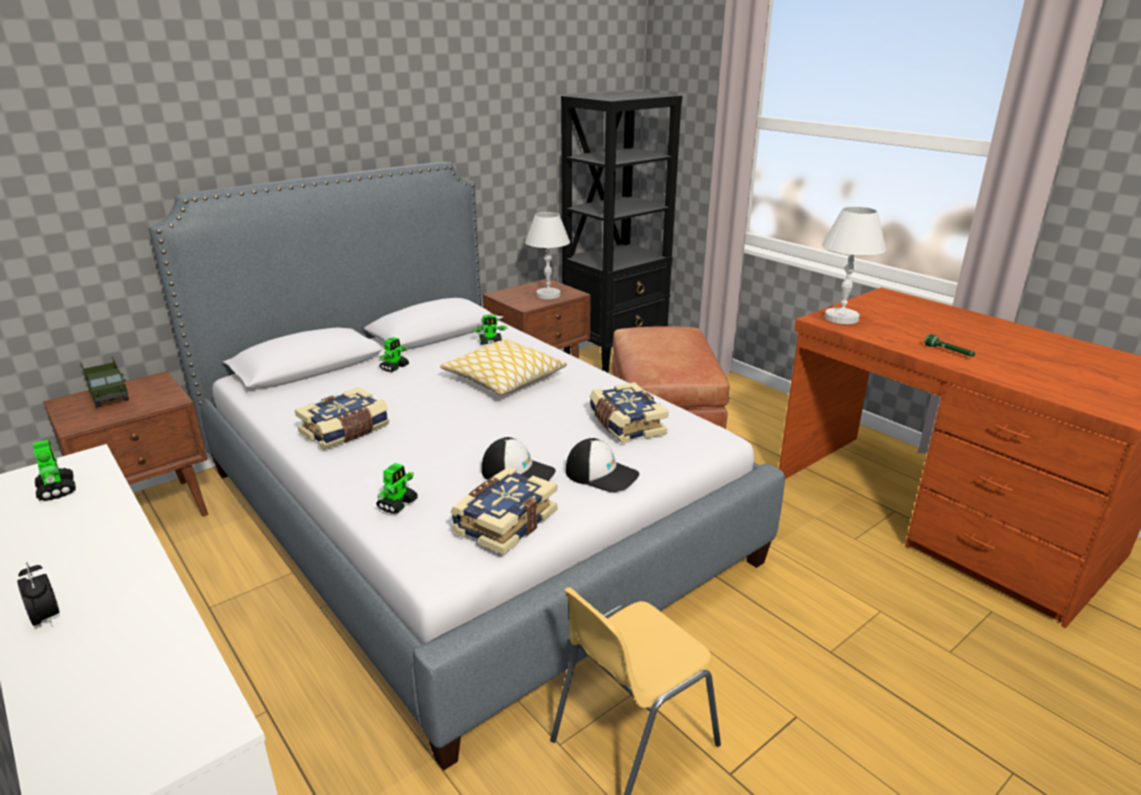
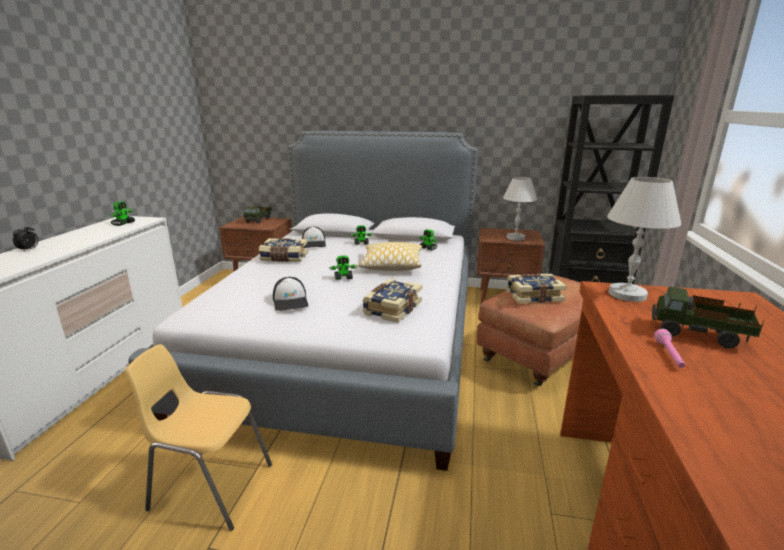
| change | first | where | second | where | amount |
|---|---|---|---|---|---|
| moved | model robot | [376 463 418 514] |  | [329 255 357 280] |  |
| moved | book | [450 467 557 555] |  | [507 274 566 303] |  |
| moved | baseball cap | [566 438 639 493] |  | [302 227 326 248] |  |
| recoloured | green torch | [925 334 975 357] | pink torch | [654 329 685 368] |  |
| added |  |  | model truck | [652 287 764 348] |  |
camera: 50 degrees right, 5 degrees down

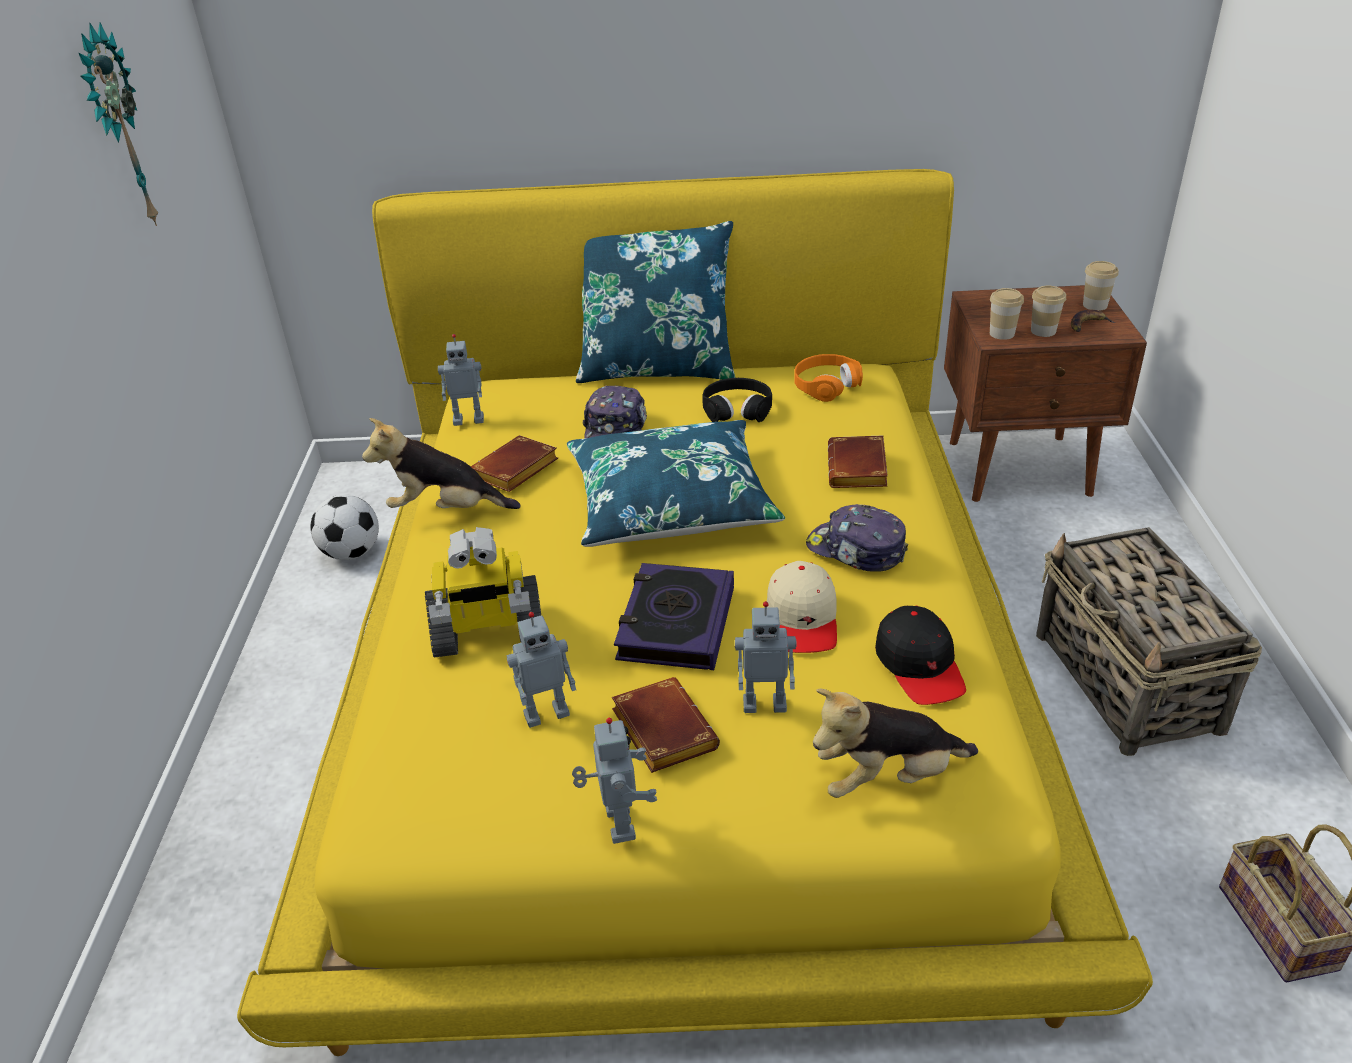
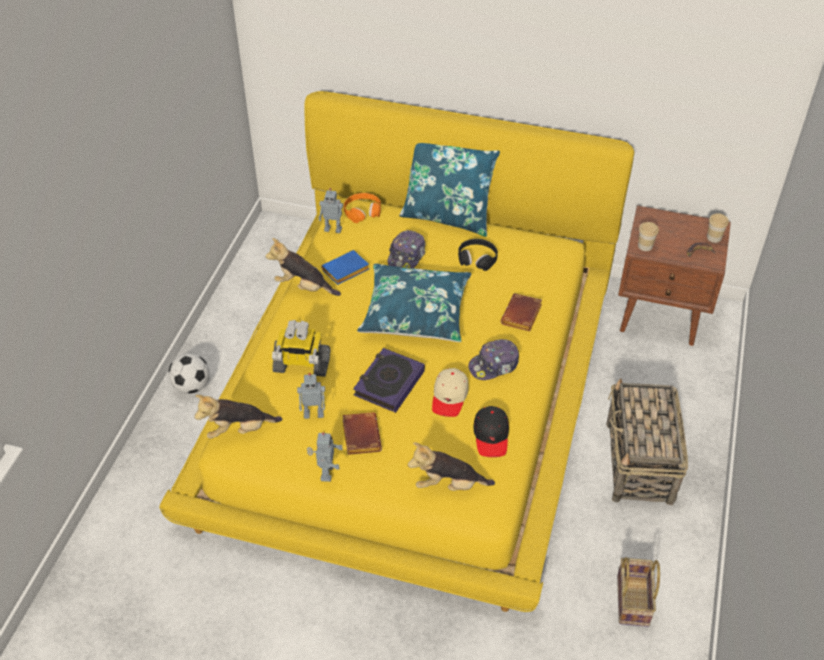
| change | first | where | second | where | amount |
|---|---|---|---|---|---|
| removed | hanging clock | [79 22 159 226] |  |  |  |
| moved | ball for football | [310 495 379 560] |  | [168 353 210 394] |  |
| recoloured | brownish book | [471 435 558 492] | blue-coloured book | [321 250 369 285] |  |
| removed | model robot | [735 601 797 713] |  |  |  |
| moved | orangey headset | [794 354 863 402] |  | [344 193 381 223] |  |
| turned | baseball cap | [806 504 908 572] |  | [468 339 519 380] | 75 degrees counterclockwise |
| removed | small cup | [1031 286 1066 337] |  |  |  |
| added |  |  | soft toy | [194 395 282 439] |  |
camera: 15 degrees right, 10 degrees up

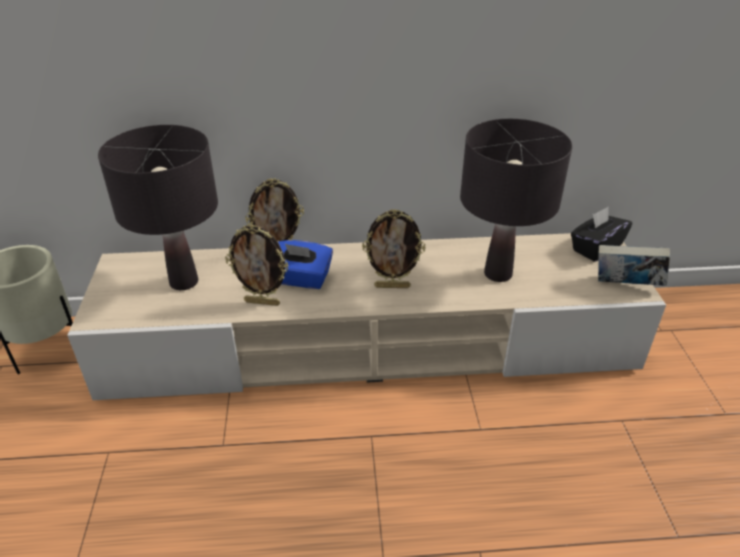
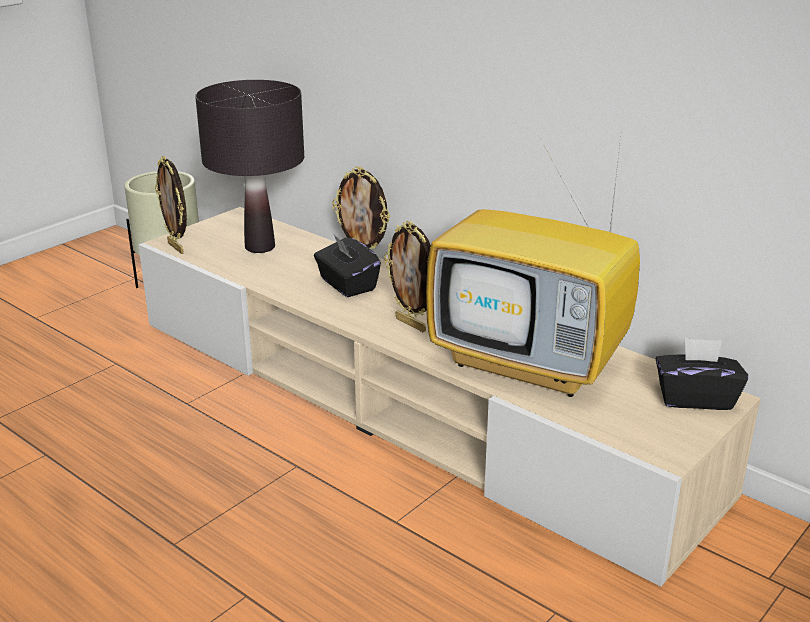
| change | first | where | second | where | amount |
|---|---|---|---|---|---|
| moved | photo frame | [225 224 289 306] |  | [155 156 187 254] |  |
| recoloured | blue-coloured tissue holder | [278 240 333 289] | black-coloured tissue holder | [314 235 381 297] |  |
| replaced | black-coloured lamp for a table | [460 119 572 282] | television | [426 129 640 397] |  |
| removed | book | [598 245 670 286] |  |  |  |
camera: 45 degrees right, 10 degrees down

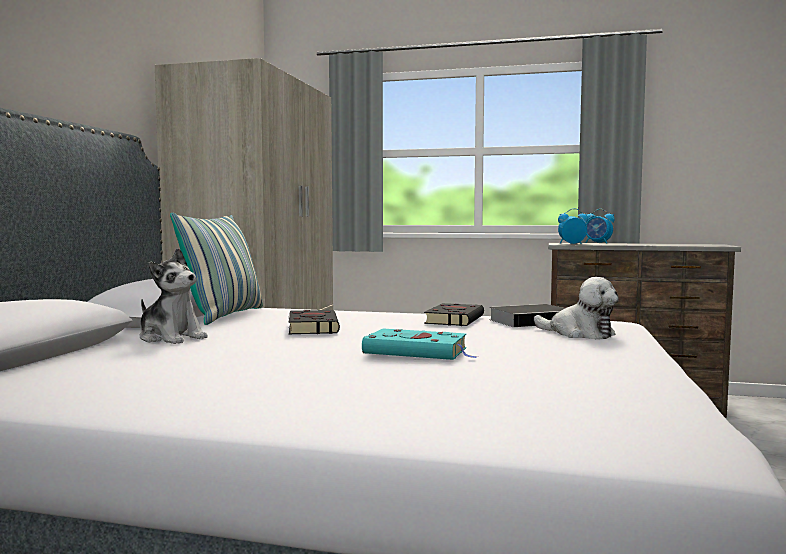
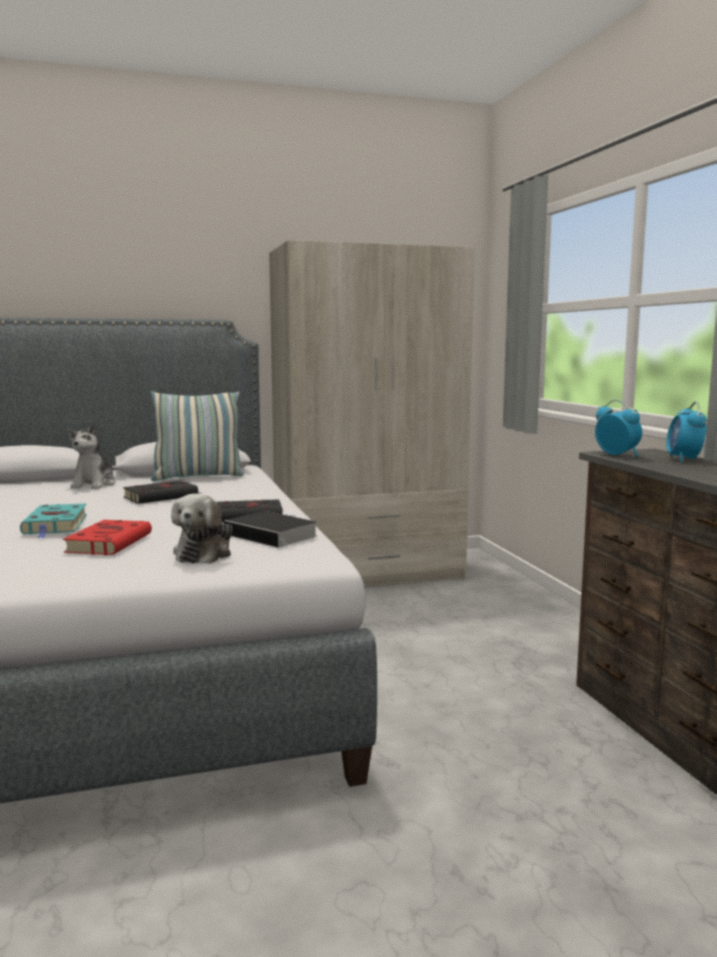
| change | first | where | second | where | amount |
|---|---|---|---|---|---|
| added |  |  | reddish book | [63 520 152 555] |  |
camera: 60 degrees right, 5 degrees up

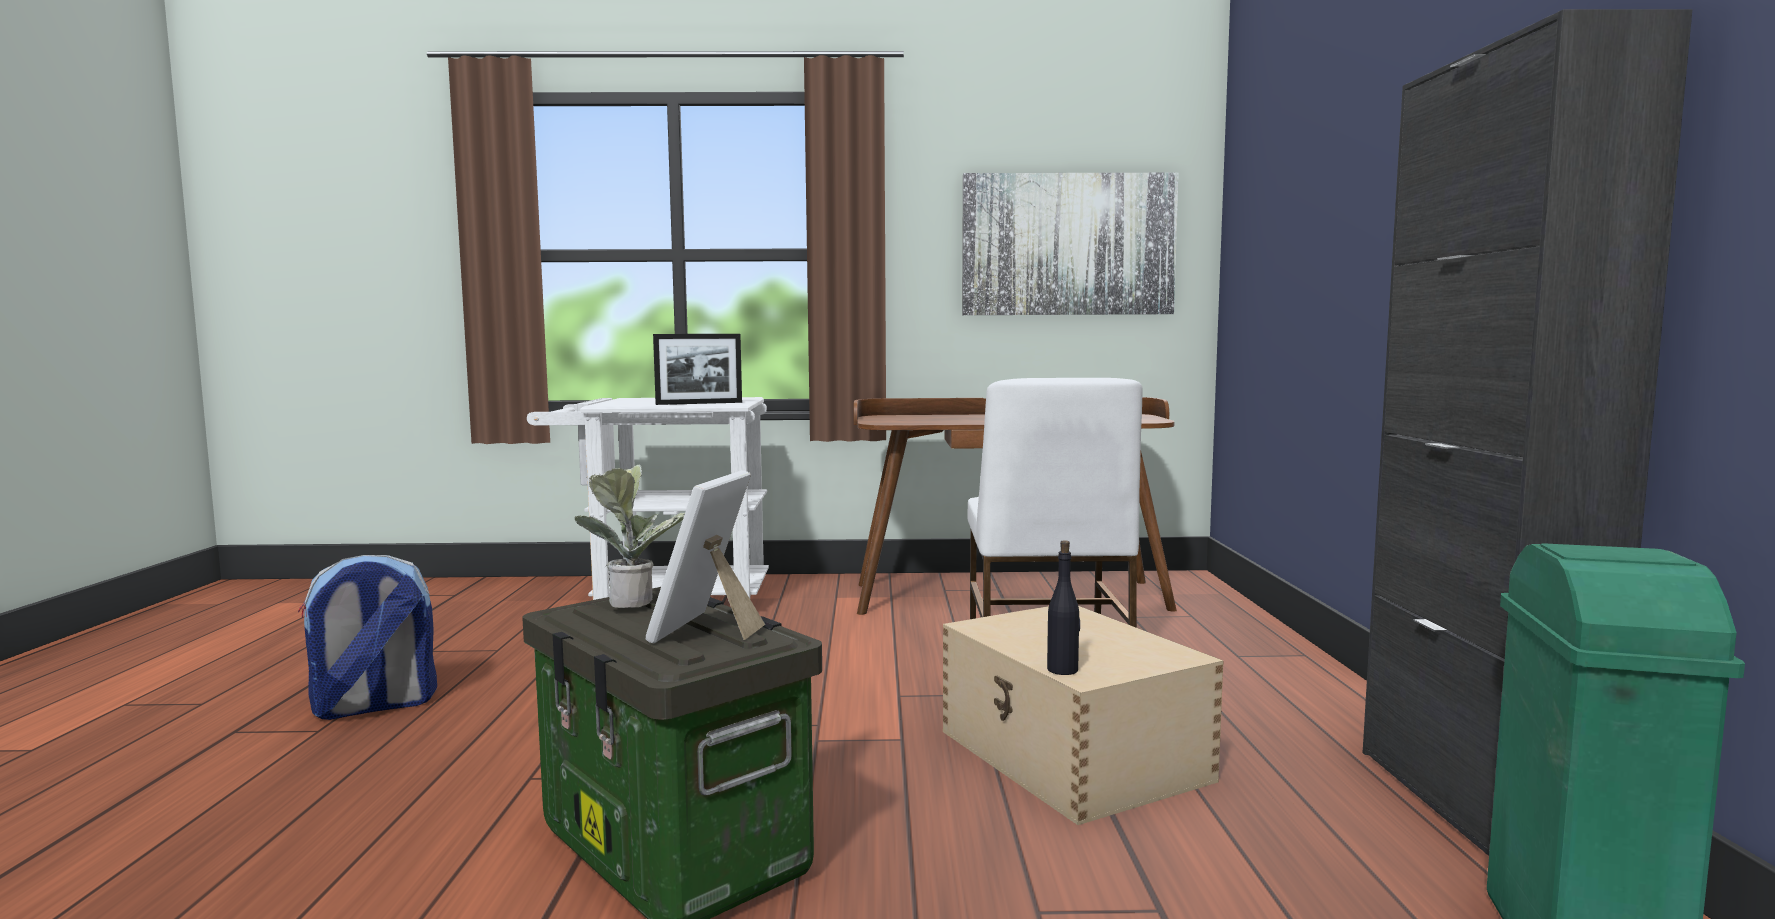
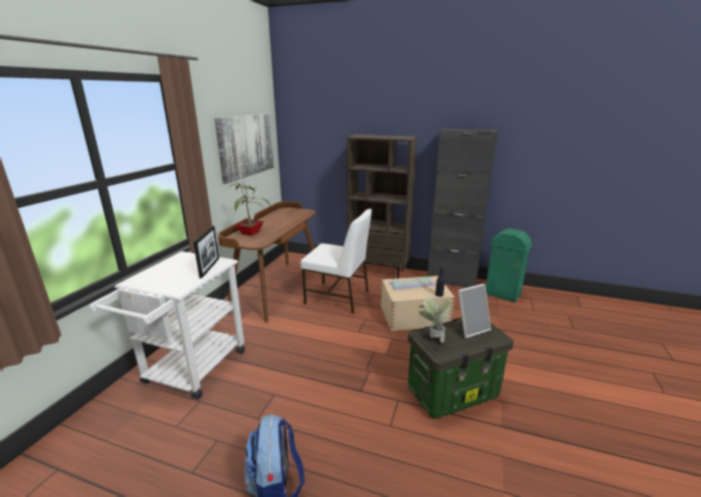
| change | first | where | second | where | amount |
|---|---|---|---|---|---|
| turned | photo frame | [646 470 765 644] |  | [456 284 491 338] | 60 degrees counterclockwise |
| added |  |  | potted plant | [229 182 269 236] |  |
| added |  |  | brownish bookshelf | [347 134 417 278] |  |
| added |  |  | keyboard | [389 277 436 290] |  |
camera: 70 degrees left, 15 degrees up

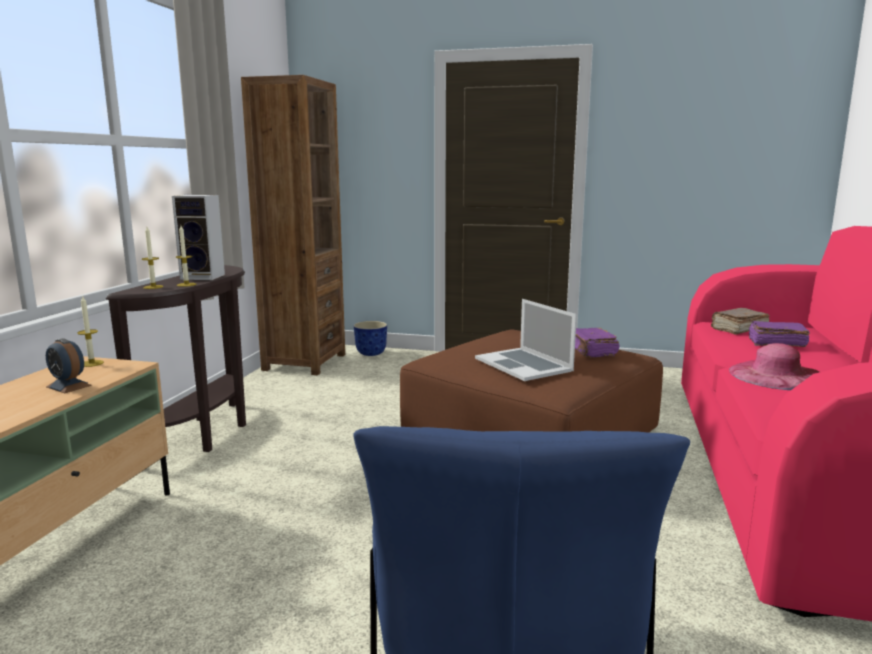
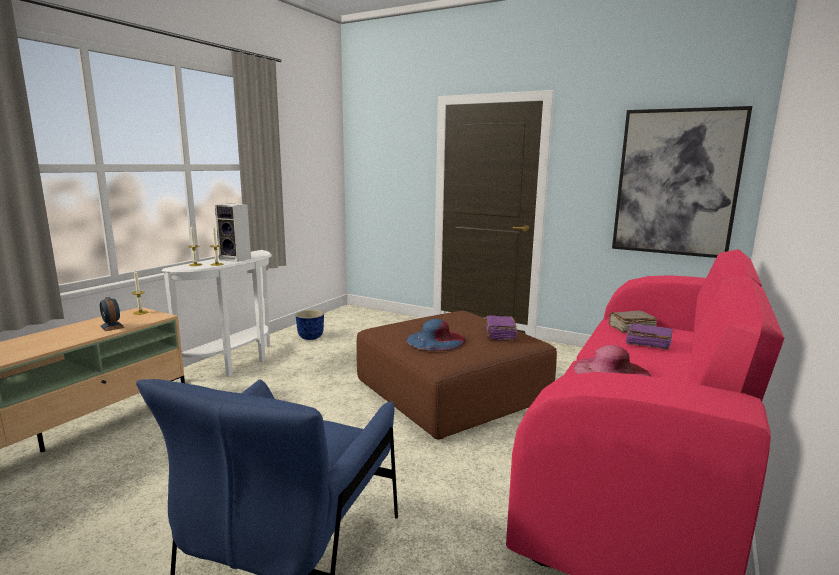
| change | first | where | second | where | amount |
|---|---|---|---|---|---|
| recoloured | brownish console table | [106 265 246 452] | white console table | [162 250 272 383] |  |
| removed | brownish bookshelf | [241 75 345 375] |  |  |  |
| moved | flower pot | [354 321 387 356] |  | [295 310 324 340] |  |
| replaced | portable computer | [475 299 577 381] | blue-coloured clothing hat | [407 319 466 351] |  |
| added |  |  | wall art | [612 106 752 258] |  |
camera: 15 degrees right, 0 degrees up

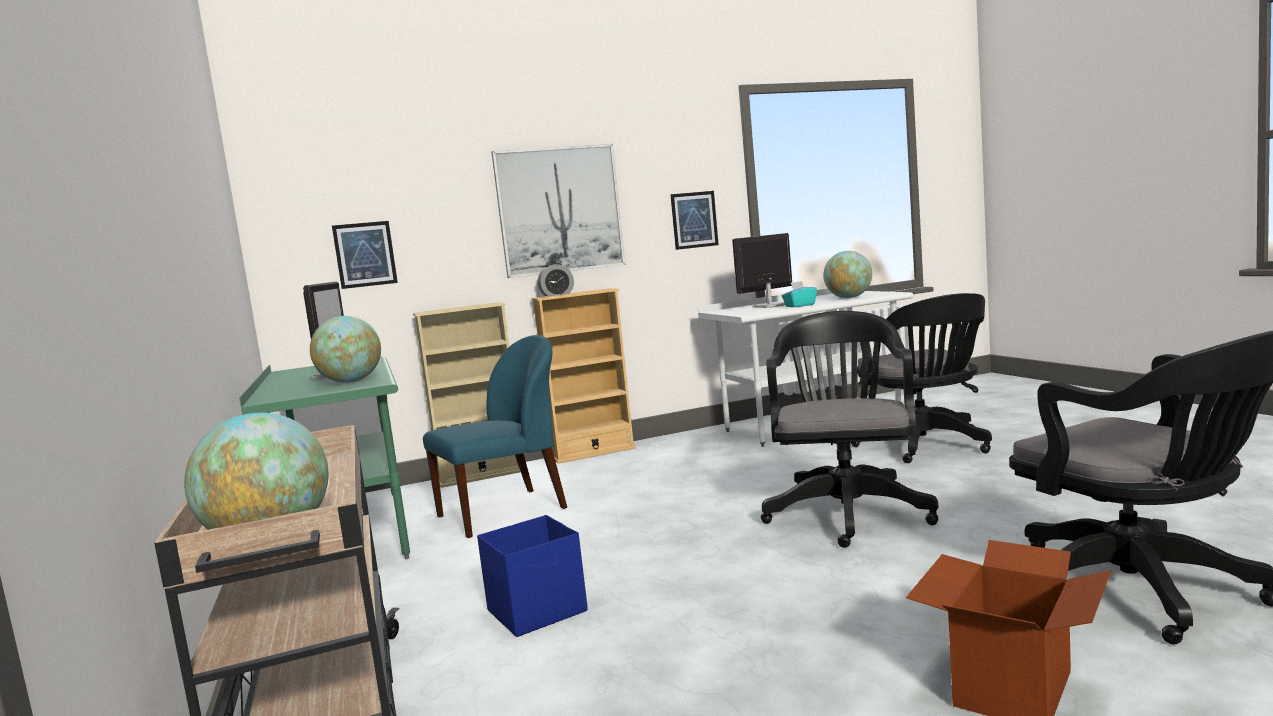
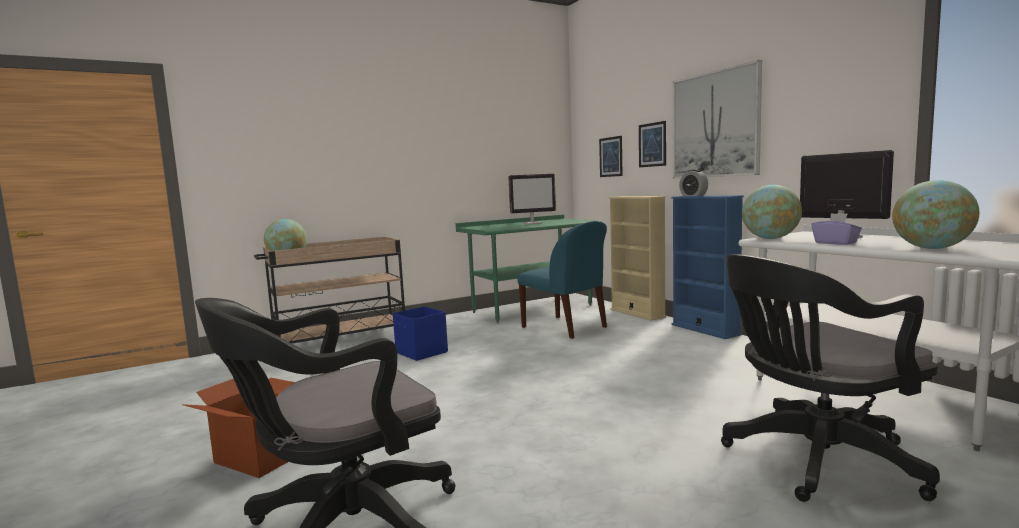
| change | first | where | second | where | amount |
|---|---|---|---|---|---|
| moved | world globe | [310 316 381 383] |  | [742 185 802 239] |  |
| recoloured | beige-coloured bookshelf | [532 288 636 464] | blue-coloured bookshelf | [671 195 744 339] |  |
| moved | wall art | [671 191 719 250] |  | [639 121 666 167] |  |
| removed | black-coloured office chair | [761 311 938 548] |  |  |  |
| recoloured | turquoise-coloured tissue holder | [782 281 817 307] | purple tissue holder | [811 213 862 245] |  |
camera: 80 degrees right, 0 degrees up

